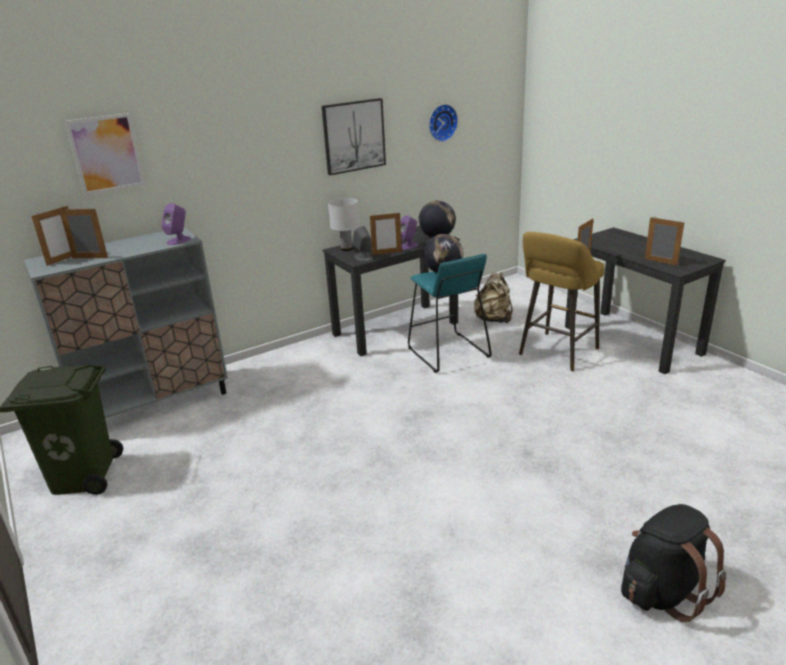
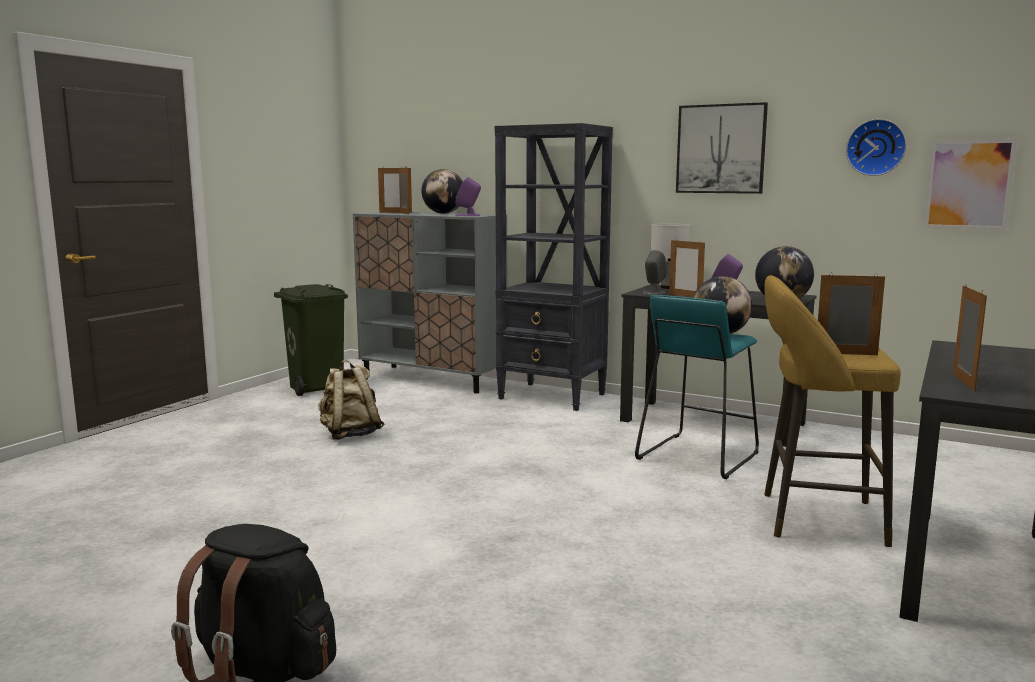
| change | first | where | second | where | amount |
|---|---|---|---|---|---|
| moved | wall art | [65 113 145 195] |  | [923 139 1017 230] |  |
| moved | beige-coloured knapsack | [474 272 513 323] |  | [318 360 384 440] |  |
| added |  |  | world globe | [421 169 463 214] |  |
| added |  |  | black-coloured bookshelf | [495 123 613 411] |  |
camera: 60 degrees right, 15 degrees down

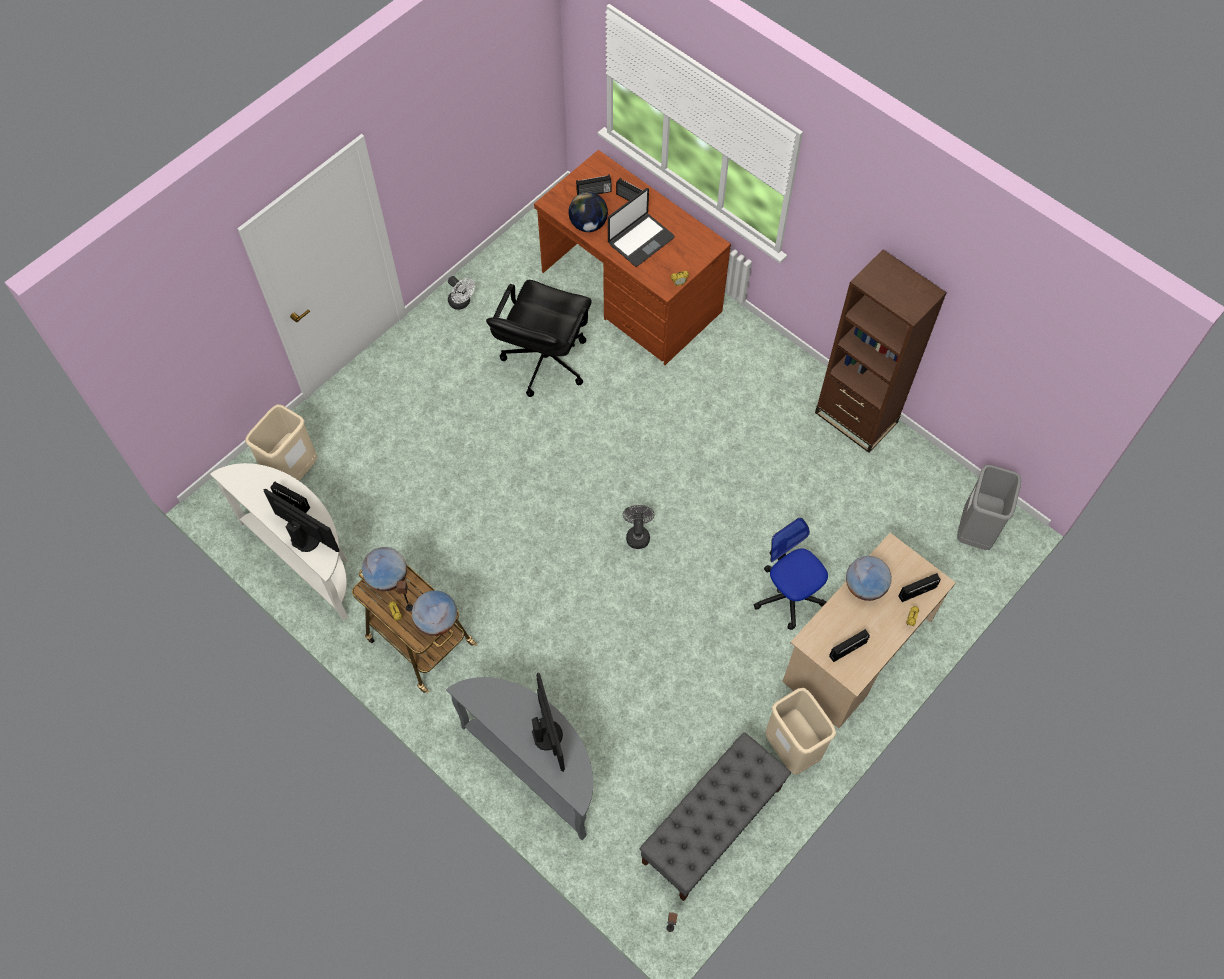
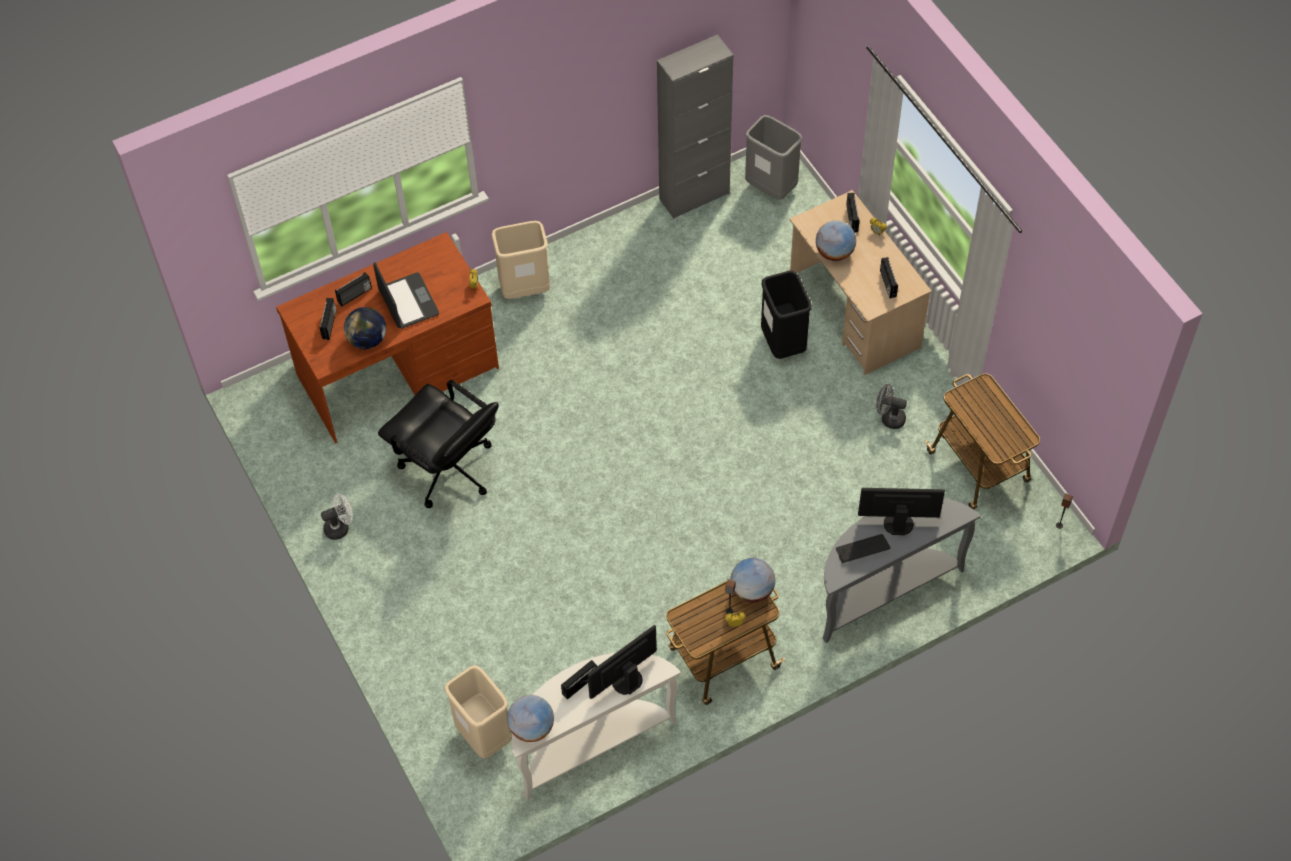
| change | first | where | second | where | amount |
|---|---|---|---|---|---|
| moved | world globe | [362 547 407 591] |  | [507 695 554 742] |  |
| moved | grey cooling fan | [623 505 655 549] |  | [876 384 907 429] |  |
| replaced | grey long seat | [640 732 791 901] | wheeled cart | [926 374 1040 510] |  |
| replaced | office chair | [754 518 828 630] | black-coloured rubbish bin | [761 271 812 359] |  |
| moved | beige-coloured rubbish bin | [765 688 836 775] |  | [491 221 550 299] |  |
| removed | brownish bookshelf | [815 250 947 453] |  |  |  |
| added |  |  | grey cupboard | [657 34 733 219] |  |
| added |  |  | keyboard | [836 534 890 563] |  |
camera: 70 degrees left, 5 degrees down

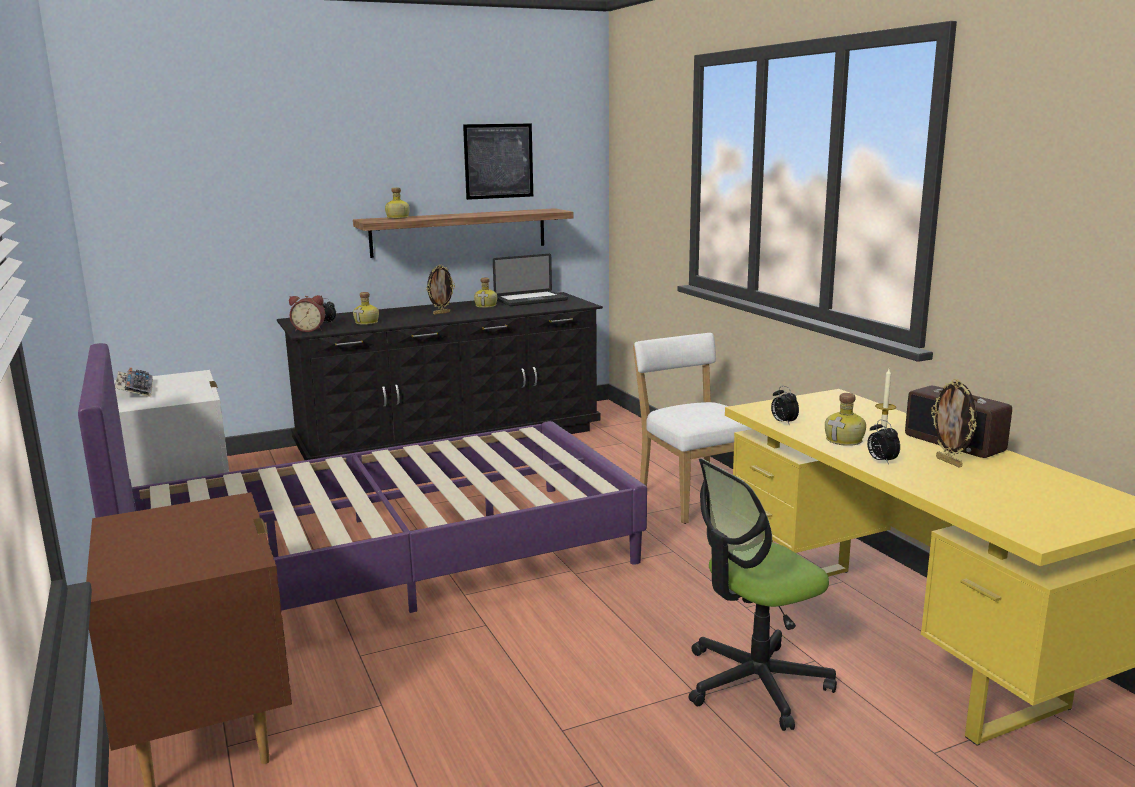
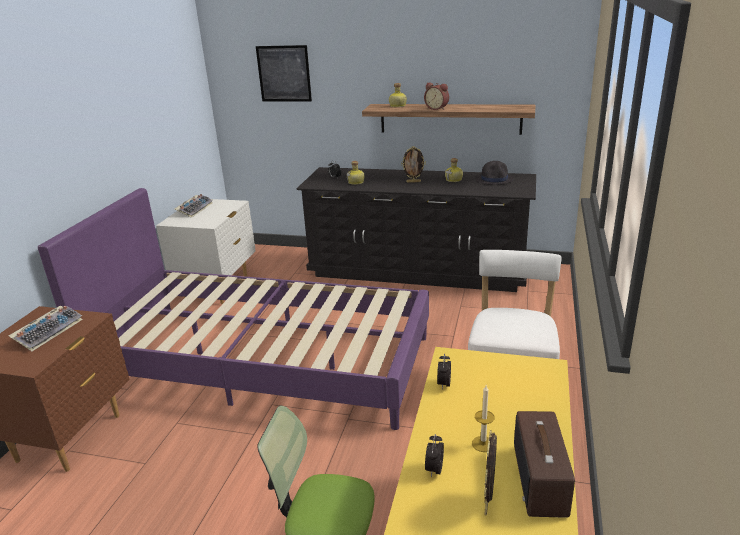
| change | first | where | second | where | amount |
|---|---|---|---|---|---|
| moved | bedside clock | [289 295 325 332] |  | [424 83 449 110] |  |
| moved | wall art | [463 123 533 200] |  | [256 45 312 102] |  |
| replaced | portable computer | [493 254 568 306] | black-coloured clothing hat | [476 161 514 185] |  |
| removed | drink bottle | [825 393 866 446] |  |  |  |
| added |  |  | keyboard | [9 305 83 351] |  |
camera: 40 degrees right, 10 degrees up

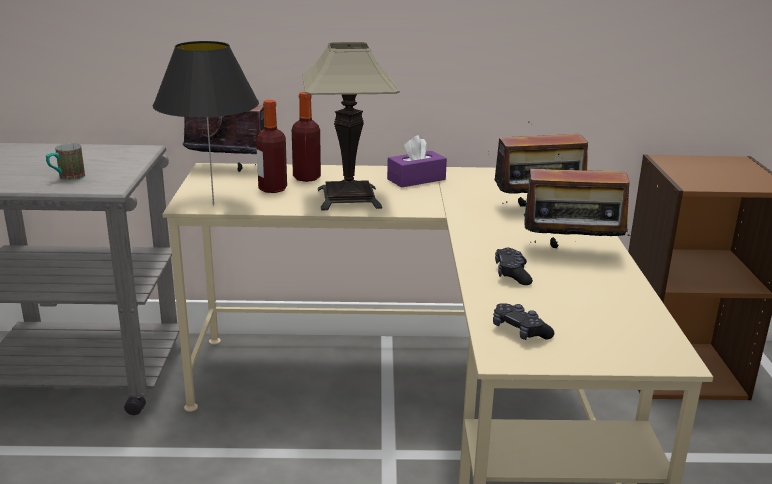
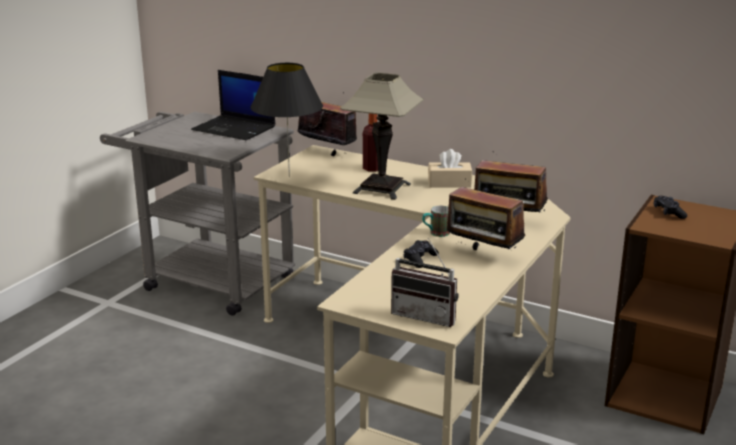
| change | first | where | second | where | amount |
|---|---|---|---|---|---|
| moved | tea mug | [46 143 85 181] |  | [422 206 450 237] |  |
| removed | drink bottle | [256 100 287 193] |  |  |  |
| recoloured | purple tissue holder | [387 135 447 188] | beige-coloured tissue holder | [428 149 472 187] |  |
| moved | black-coloured joypad | [493 304 554 340] |  | [654 196 687 219] |  |
| added |  |  | portable computer | [191 70 275 140] |  |
| added |  |  | radio set | [391 238 459 327] |  |
camera: 30 degrees right, 0 degrees up

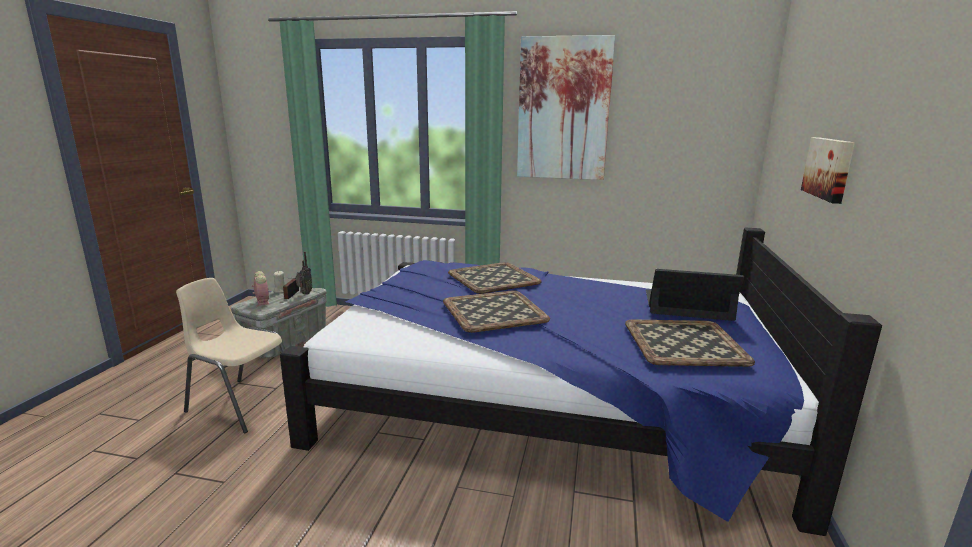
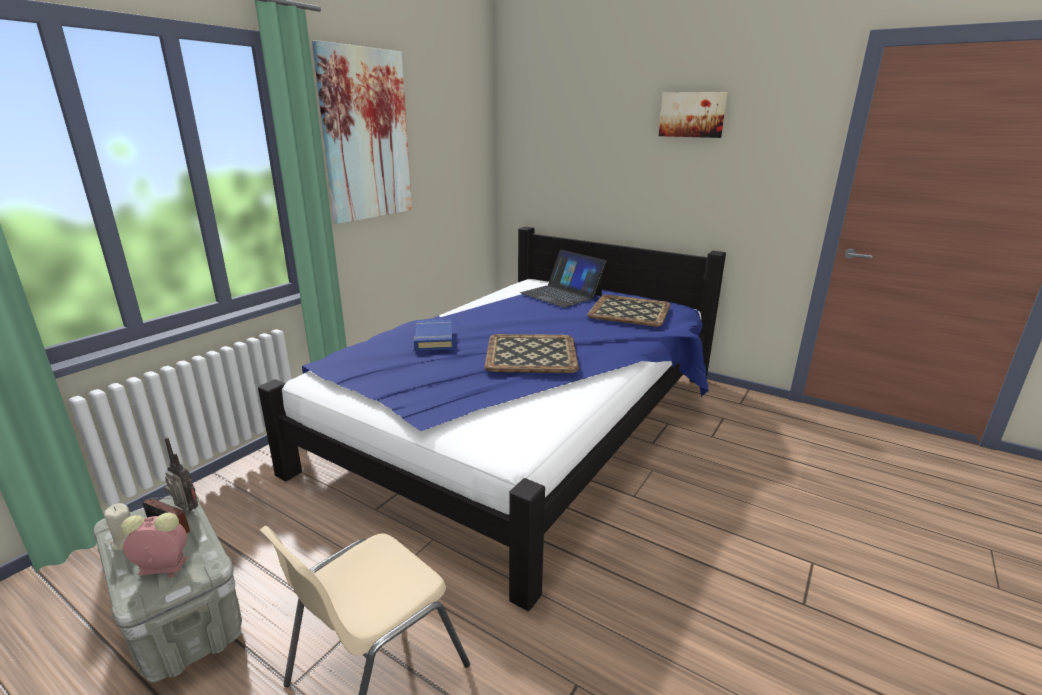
| change | first | where | second | where | amount |
|---|---|---|---|---|---|
| replaced | carrying tray | [448 262 542 294] | blue-coloured book | [414 319 453 351] |  |
| turned | portable computer | [646 269 745 321] |  | [520 250 607 308] | 75 degrees counterclockwise |
| moved | wall art | [801 137 855 204] |  | [659 92 728 138] |  |
camera: 70 degrees left, 5 degrees up

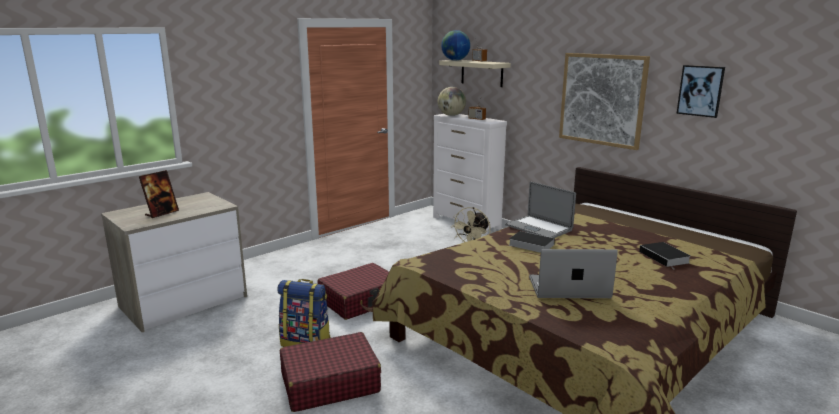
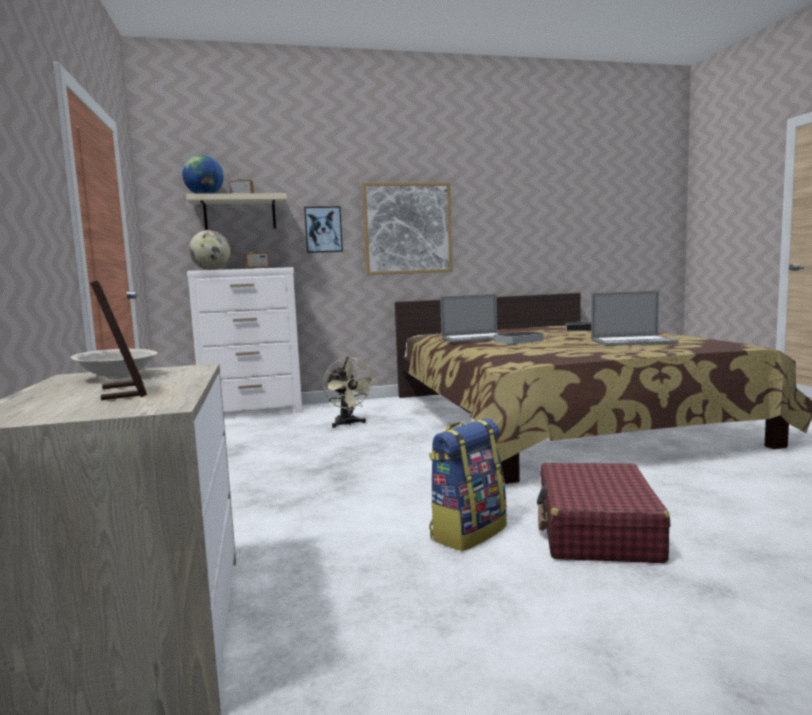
| change | first | where | second | where | amount |
|---|---|---|---|---|---|
| removed | reddish piece of luggage | [317 263 389 320] |  |  |  |
| turned | portable computer | [529 249 618 298] |  | [591 290 679 346] | 120 degrees counterclockwise |
| moved | wall art | [676 65 725 118] |  | [304 206 343 253] |  |
| added |  |  | beige-coloured deep dish | [71 349 158 379] |  |
camera: 60 degrees left, 10 degrees down

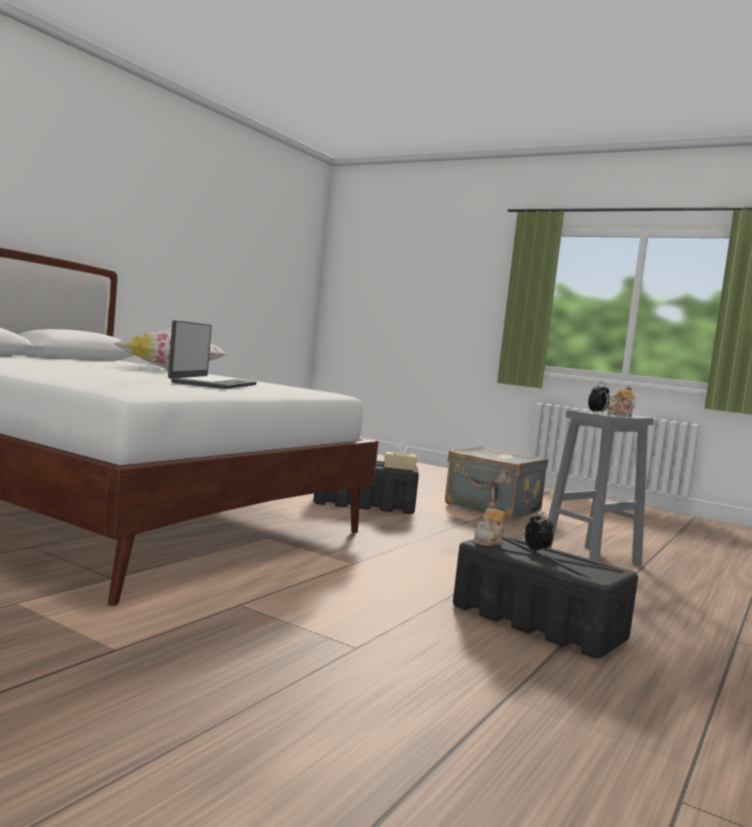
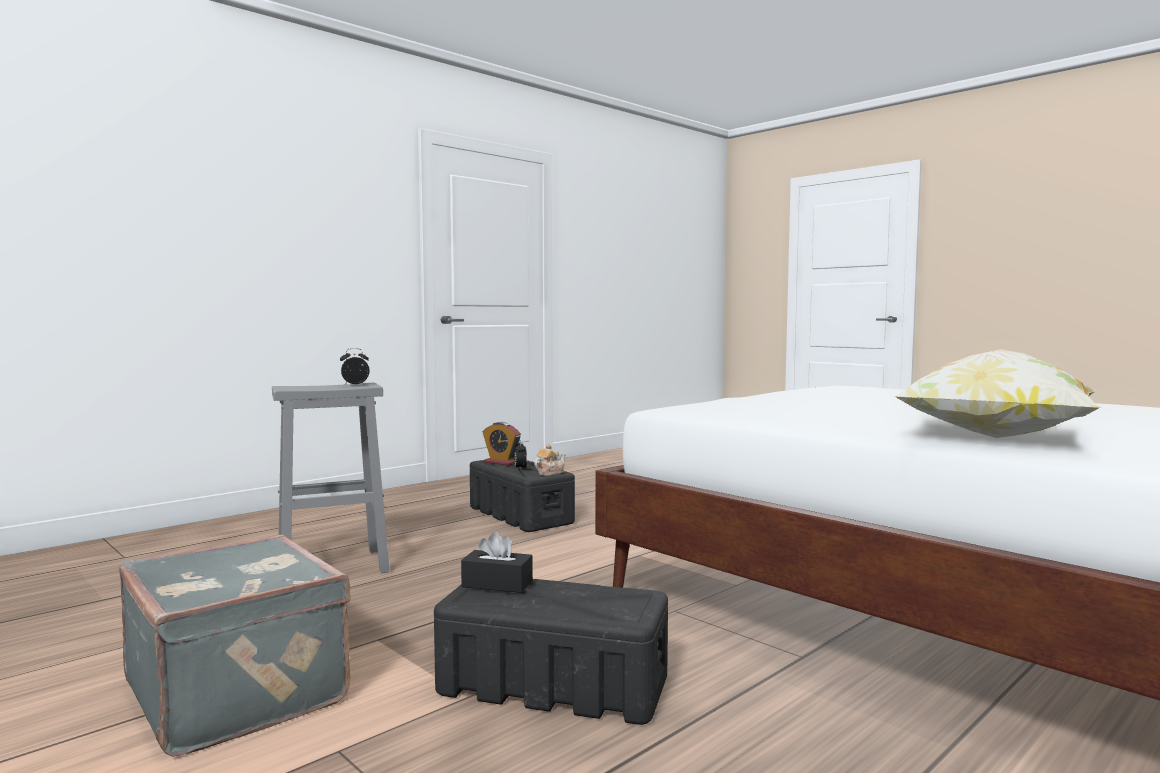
| change | first | where | second | where | amount |
|---|---|---|---|---|---|
| removed | portable computer | [168 320 257 389] |  |  |  |
| recoloured | beige-coloured tissue holder | [384 441 417 470] | black-coloured tissue holder | [461 531 533 593] |  |
| removed | pot for tea | [607 386 635 417] |  |  |  |
| added |  |  | bedside clock | [483 422 521 466] |  |
camera: 165 degrees left, 0 degrees up

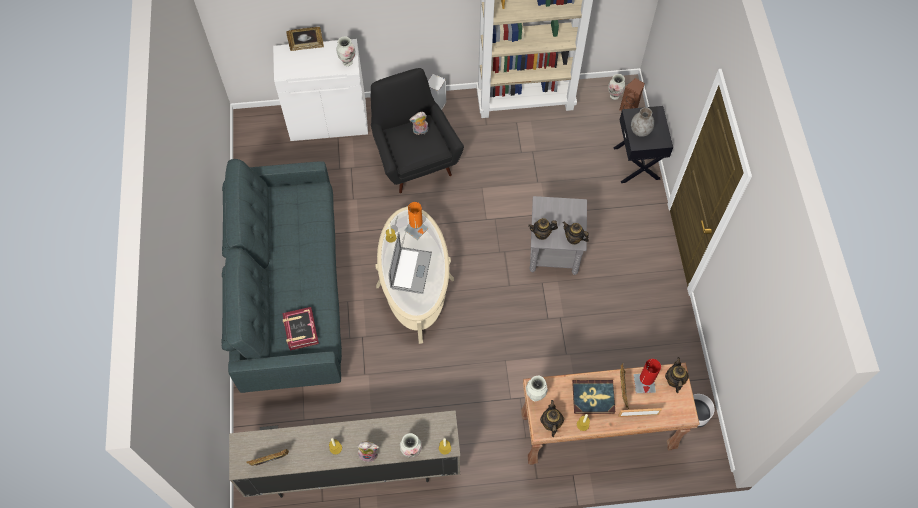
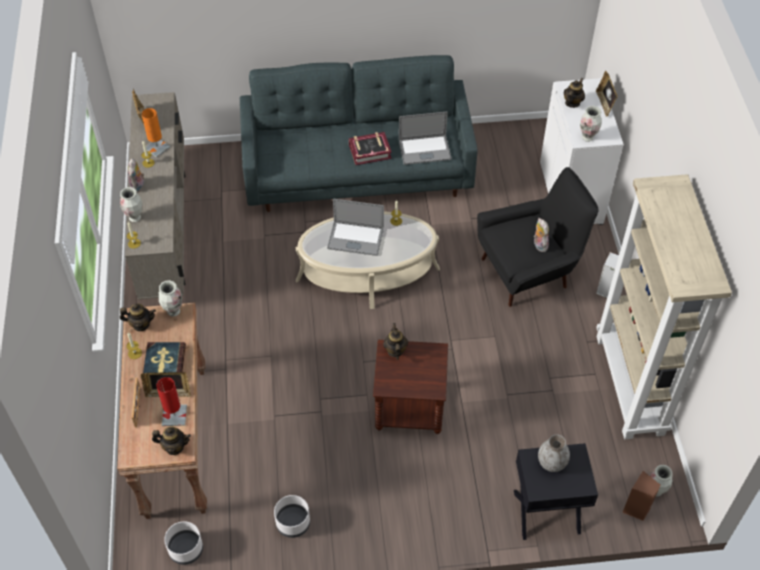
| change | first | where | second | where | amount |
|---|---|---|---|---|---|
| moved | book | [282 307 319 350] |  | [349 132 392 165] |  |
| moved | orangey lamp for a table | [404 202 429 240] |  | [142 108 170 158] |  |
| recoloured | grey side table | [529 196 587 275] | brownish side table | [373 340 448 434] |  |
| moved | pot for tea | [563 222 589 245] |  | [564 78 585 108] |  |
| added |  |  | white flower pot | [274 495 310 538] |  |
| added |  |  | portable computer | [399 112 452 165] |  |
camera: 90 degrees right, 10 degrees down

